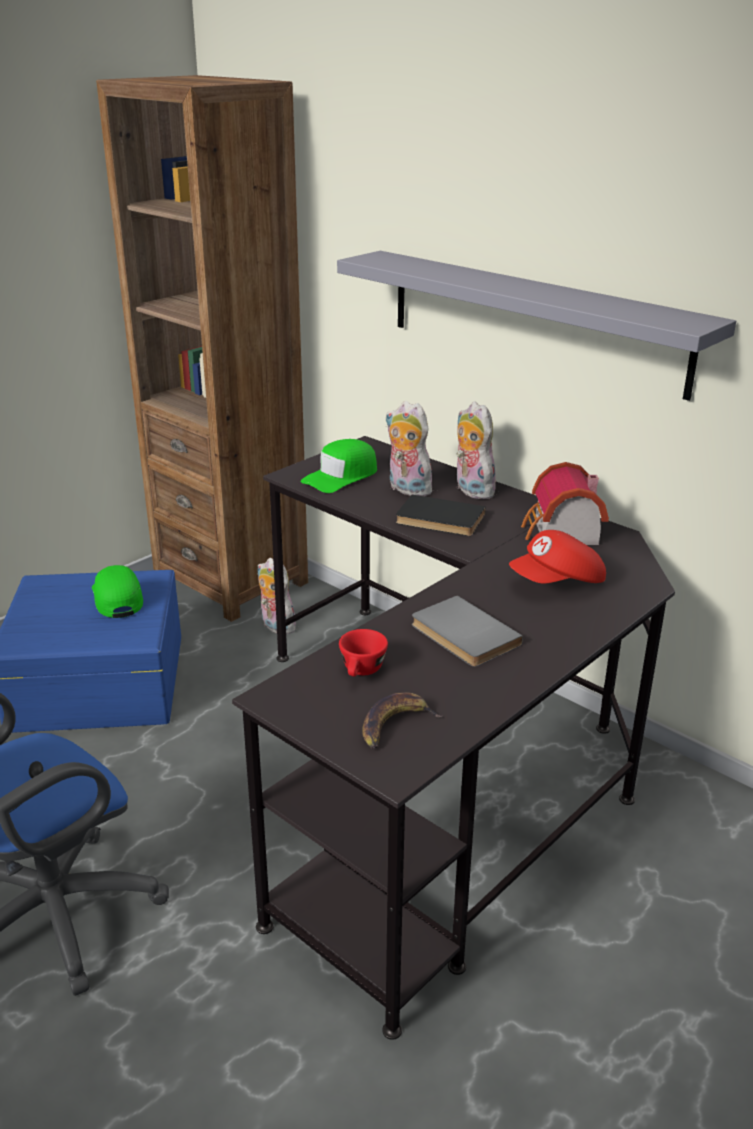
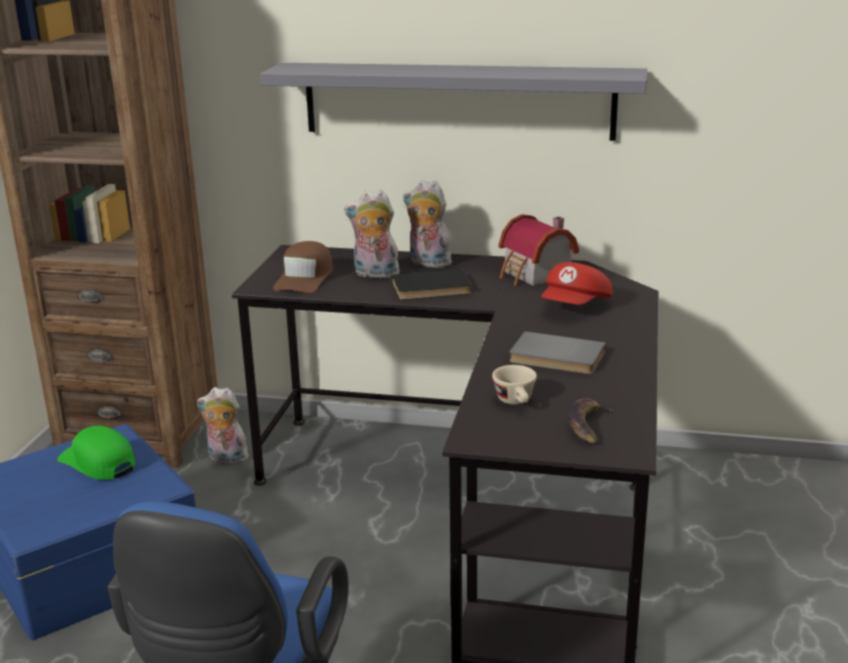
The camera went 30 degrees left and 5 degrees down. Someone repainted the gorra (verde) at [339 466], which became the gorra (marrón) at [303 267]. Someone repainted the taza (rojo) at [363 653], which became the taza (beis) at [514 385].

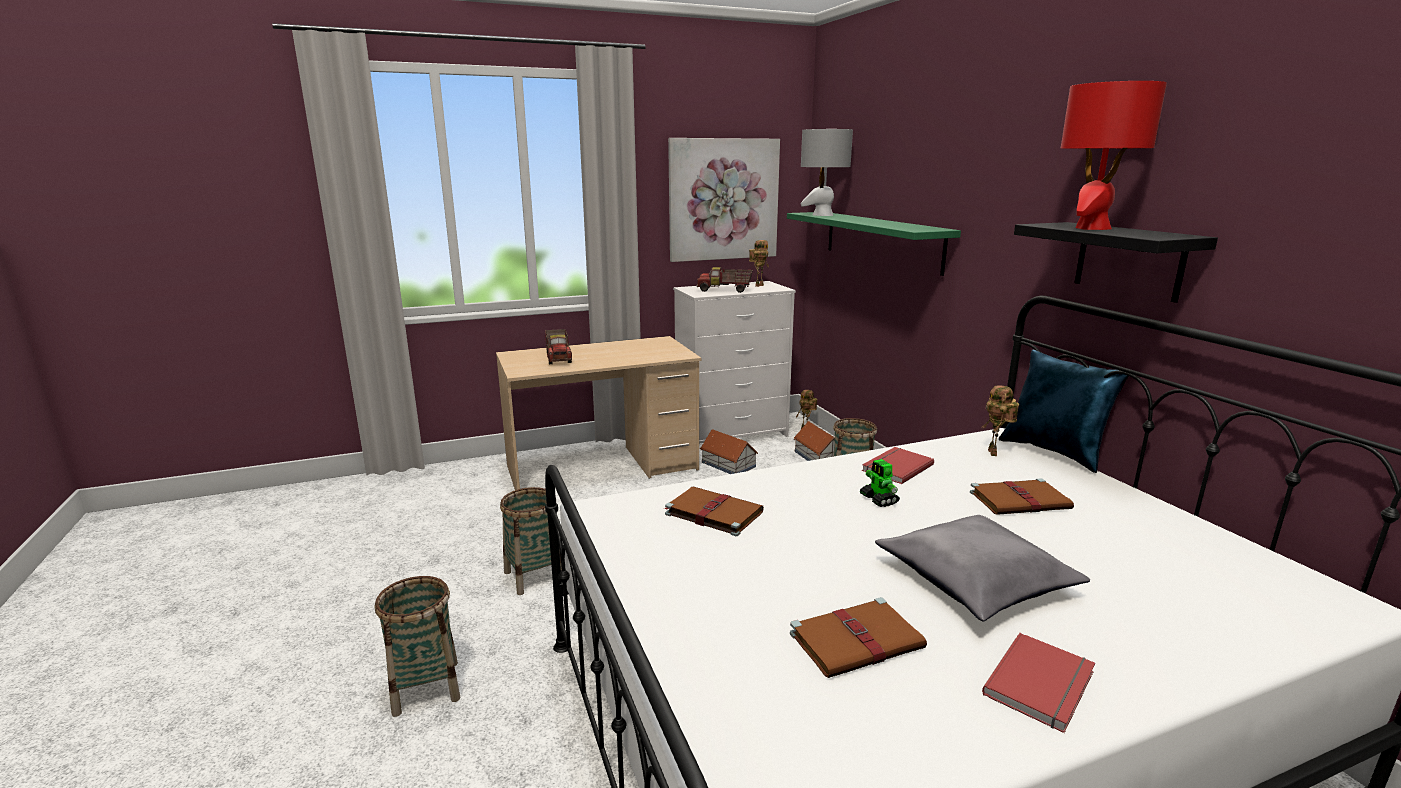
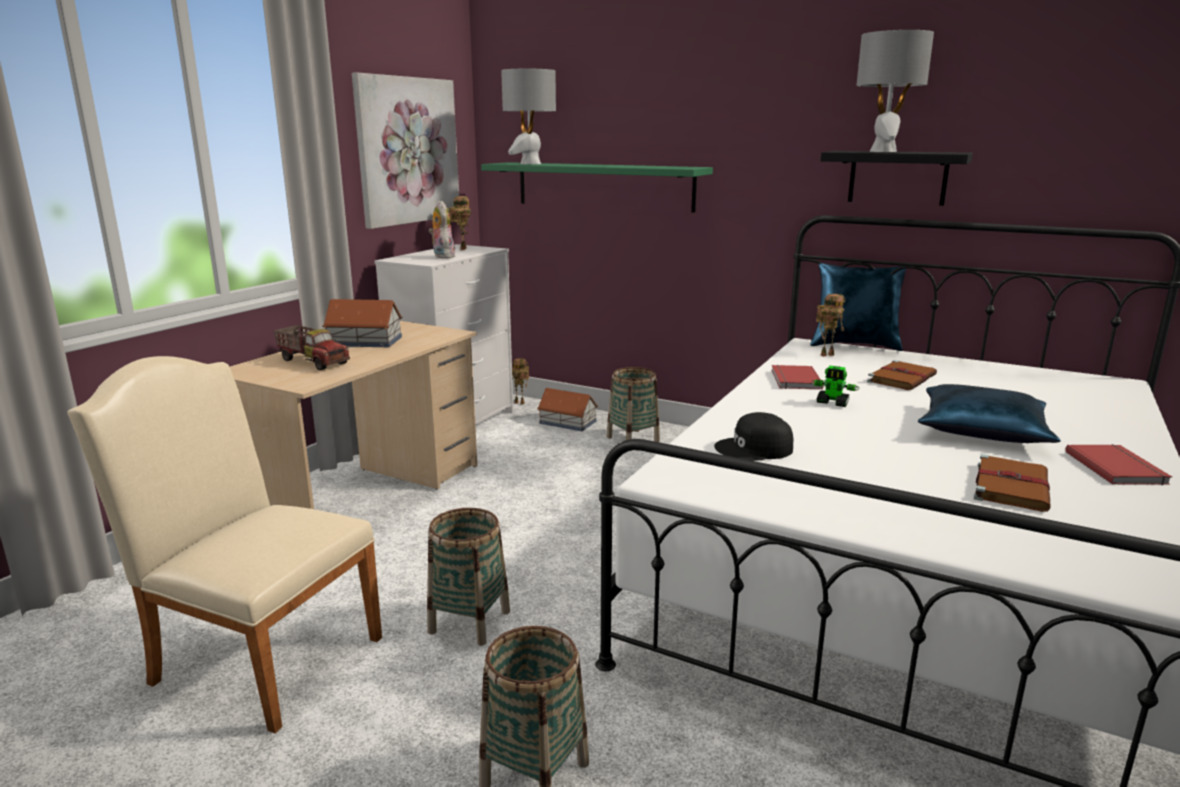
The camera went 40 degrees left and 0 degrees up. Someone swapped the libro (marrón) at [714 511] for the gorra (negro) at [753 436]. Someone swapped the camión de juguete at [725 280] for the peluche at [442 229]. Someone carried the casita from [729 451] to [362 323]. Someone repainted the cojín (gris) at [982 568], which became the cojín (azul) at [989 413]. Someone rotated the robot de juguete at [1000 420] by 75 degrees counterclockwise. Someone repainted the lámpara de mesa (rojo) at [1114 155], which became the lámpara de mesa (gris) at [895 91]. Someone put down the silla (beis) at [224 544].

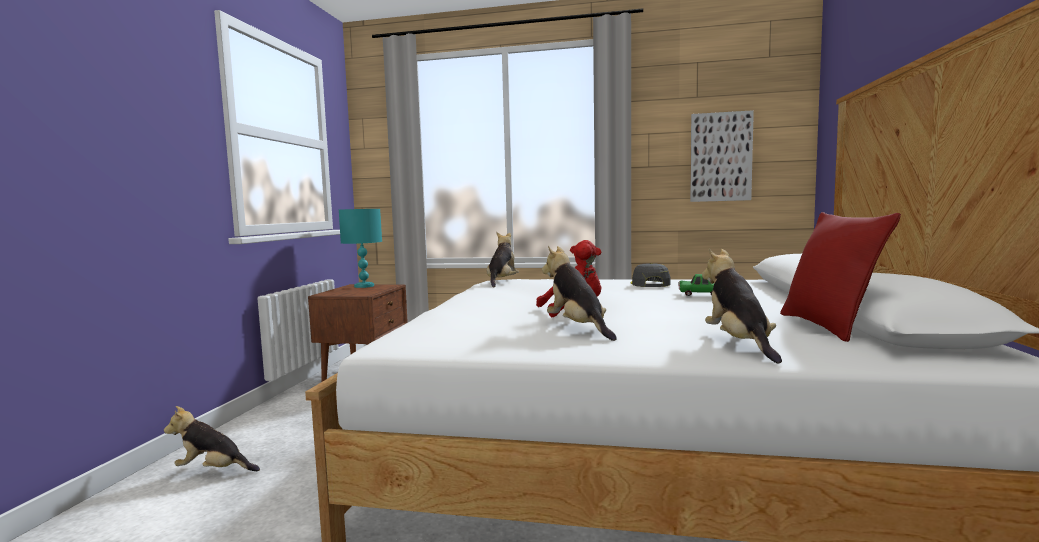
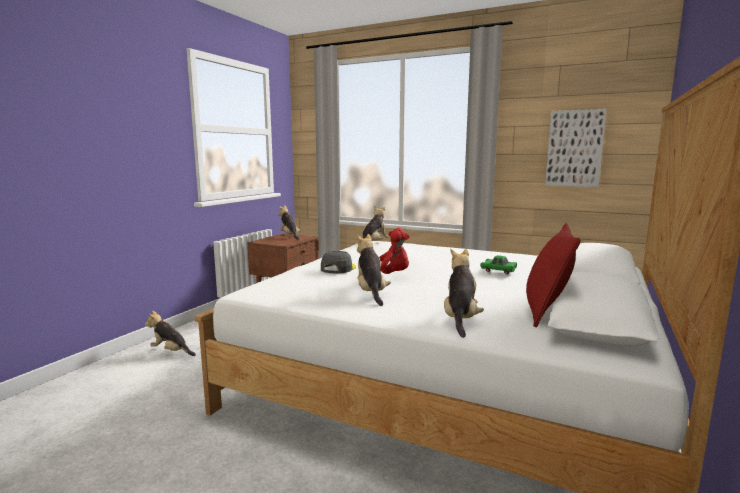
The camera went 15 degrees right and 5 degrees up. Someone swapped the lámpara de mesa (turquesa) at [360 248] for the peluche at [289 222]. Someone carried the gorra (gris) from [650 275] to [338 262].

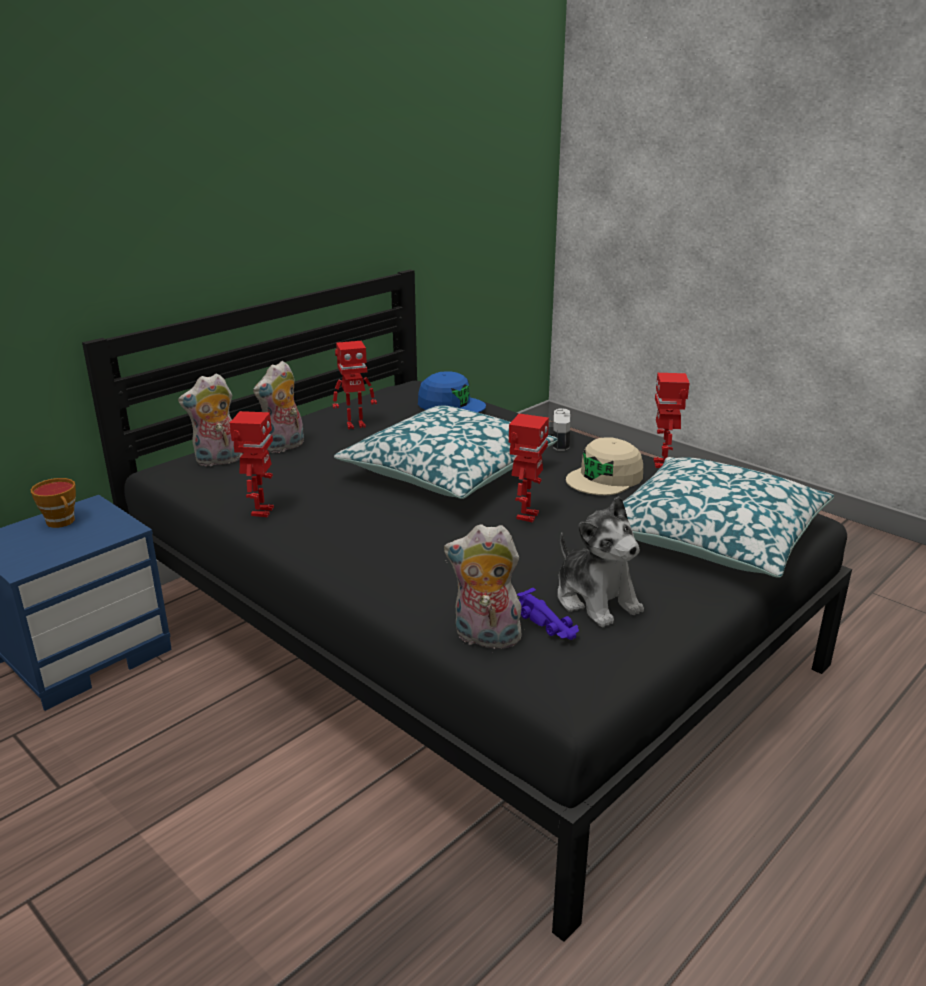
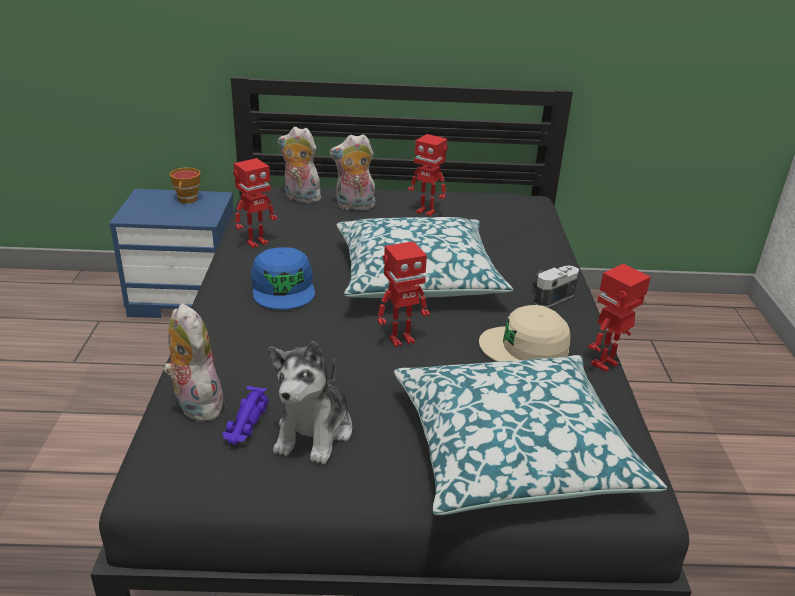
The camera went 45 degrees right and 5 degrees up. Someone carried the gorra (azul) from [452 392] to [283 278].

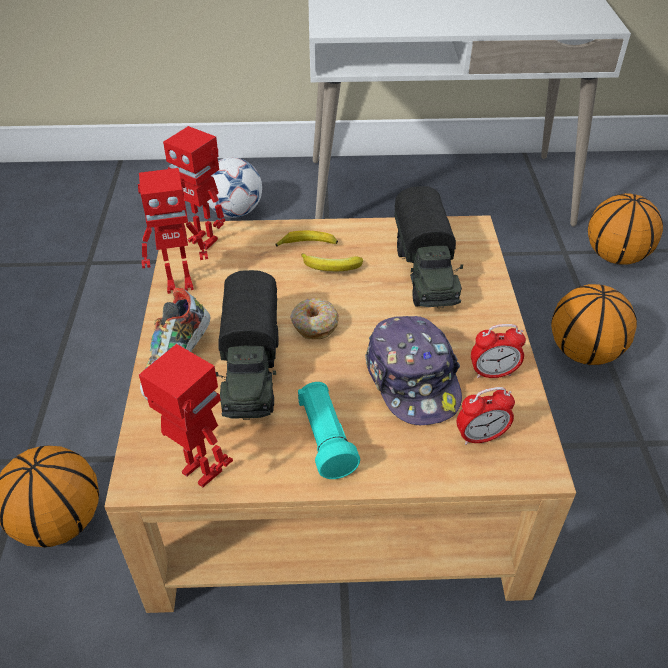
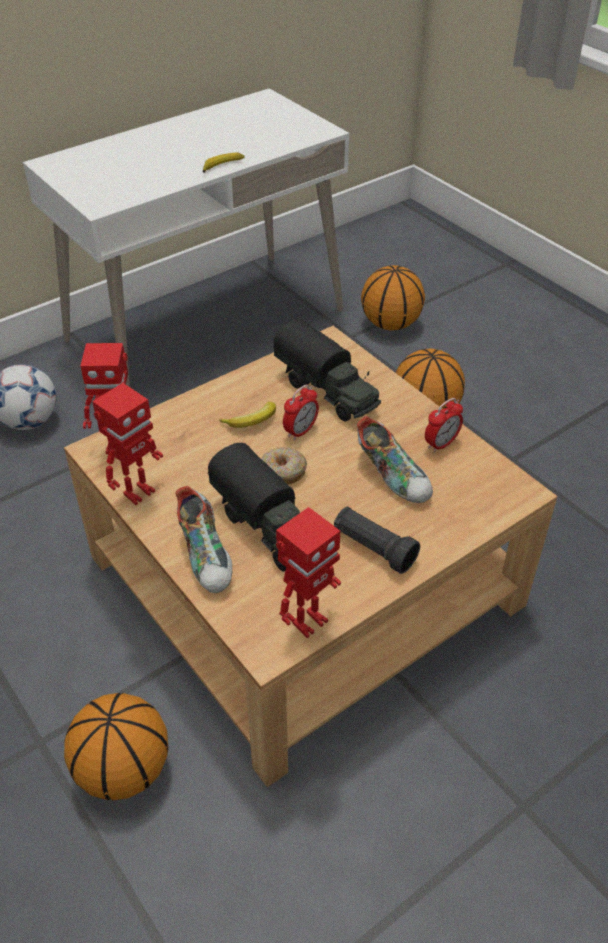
The camera went 35 degrees left and 0 degrees up. Someone rotated the robot de juguete at [186 415] by 135 degrees clockwise. Someone carried the plátano from [306 239] to [224 162]. Someone repainted the linterna (turquesa) at [329 430], which became the linterna (negro) at [377 540]. Someone swapped the gorra at [413 370] for the zapato at [395 459]. Someone carried the despertador from [486 416] to [301 412].

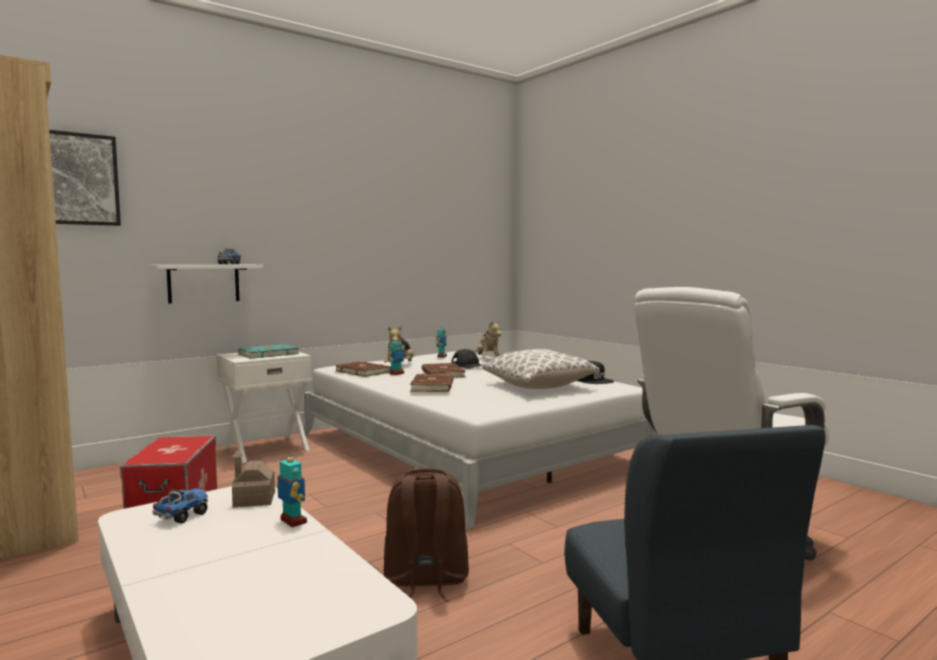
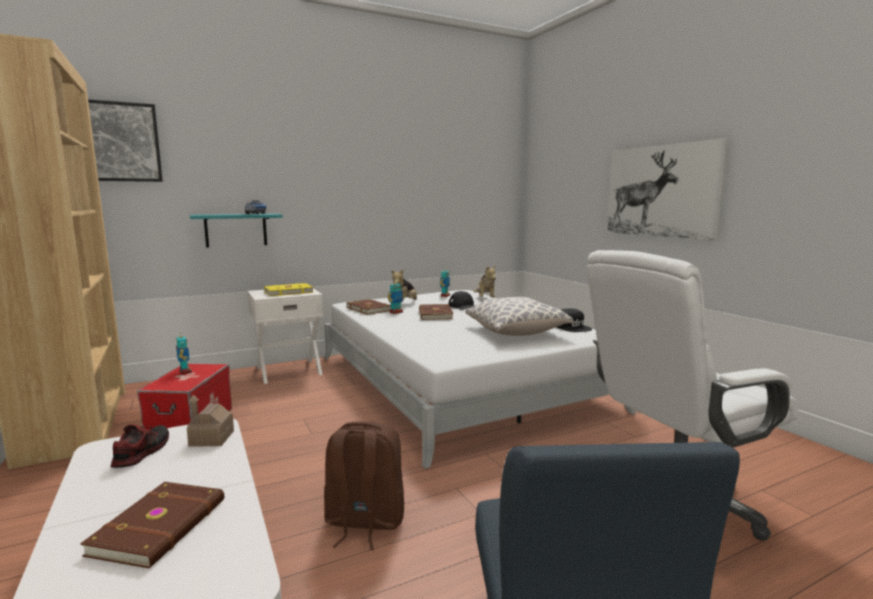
The camera went 10 degrees right and 5 degrees up. Someone repainted the estante (blanco) at [206 284], which became the estante (turquesa) at [236 231]. Someone swapped the camión de juguete at [180 506] for the zapato at [140 446]. Someone repainted the libro (turquesa) at [268 351], which became the libro (amarillo) at [289 289]. Someone carried the robot de juguete from [291 489] to [184 353]. Someone carried the libro (marrón) from [432 383] to [152 525]. Someone put up the cuadro at [668 189].

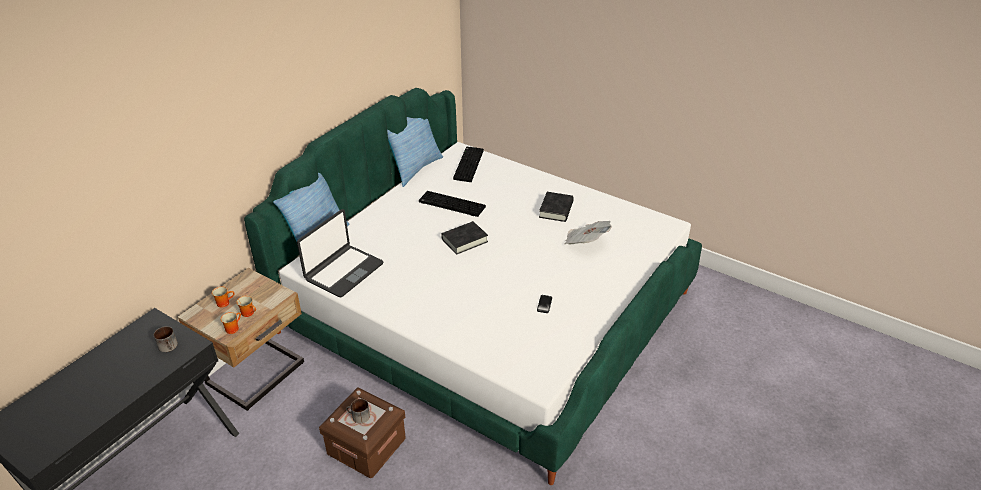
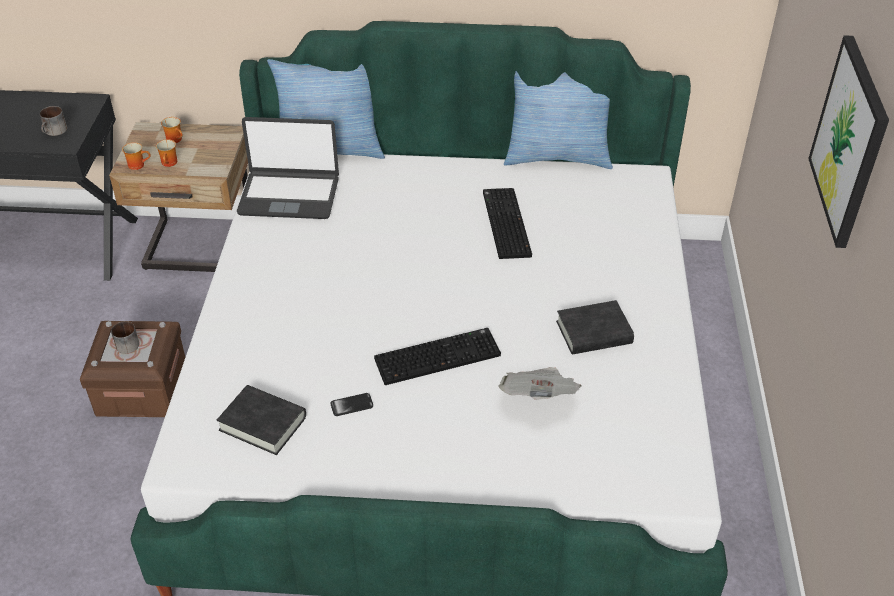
The camera went 60 degrees right and 5 degrees up. Someone carried the libro (negro) from [464 237] to [261 420]. Someone carried the teclado from [468 164] to [437 356]. Someone put up the cuadro at [848 141].

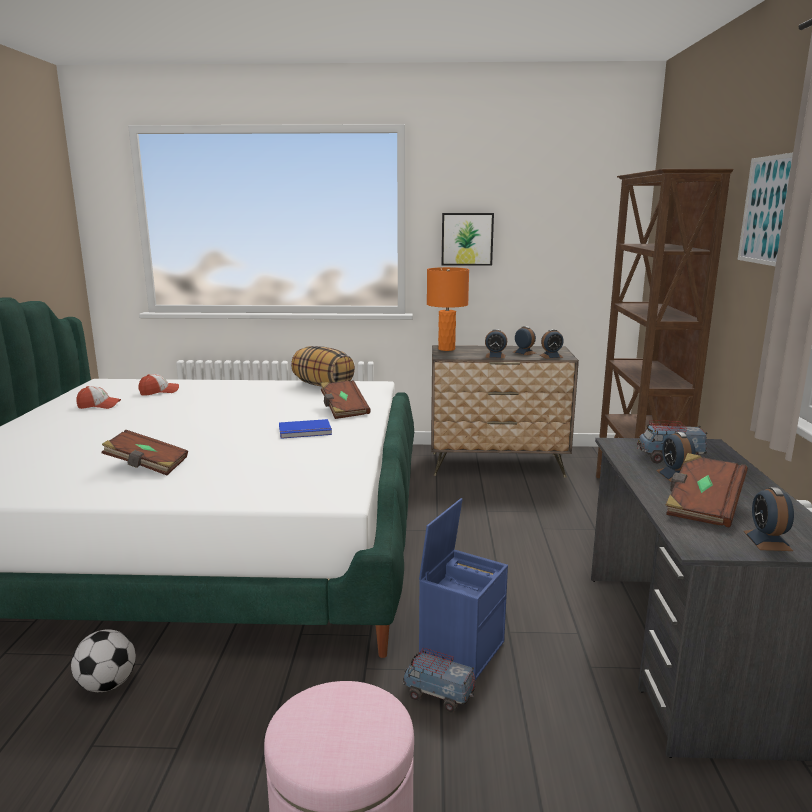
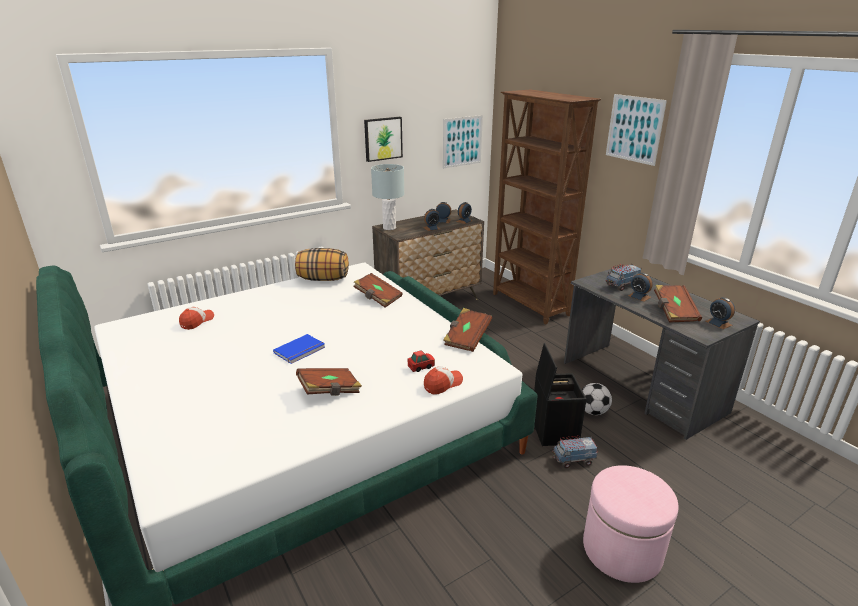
The camera went 35 degrees left and 10 degrees up. Someone carried the balón de fútbol from [103 660] to [597 399]. Someone carried the gorra from [98 397] to [443 380]. Someone carried the libro (azul) from [305 429] to [299 349]. Someone repainted the caja de almacenaje (azul) at [463 589], which became the caja de almacenaje (negro) at [560 394]. Someone repainted the lámpara de mesa (naranja) at [448 309], which became the lámpara de mesa (gris) at [387 197]. Someone put down the coche de juguete at [421 361]. Someone put up the cuadro at [463 141]. Someone put down the libro (marrón) at [467 330].

